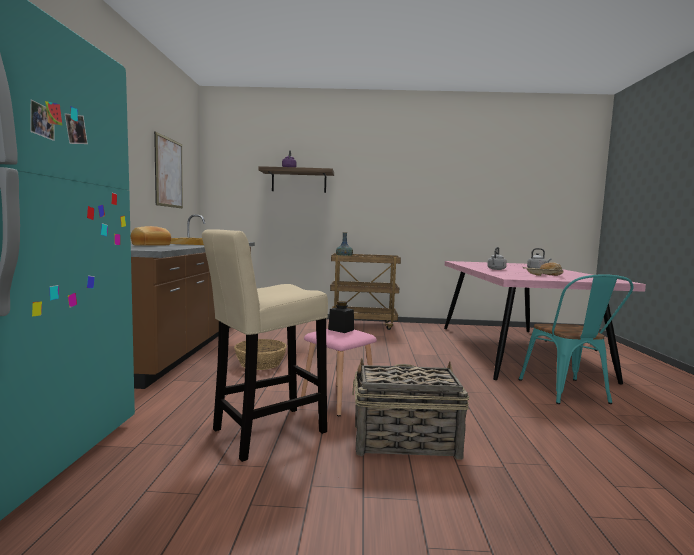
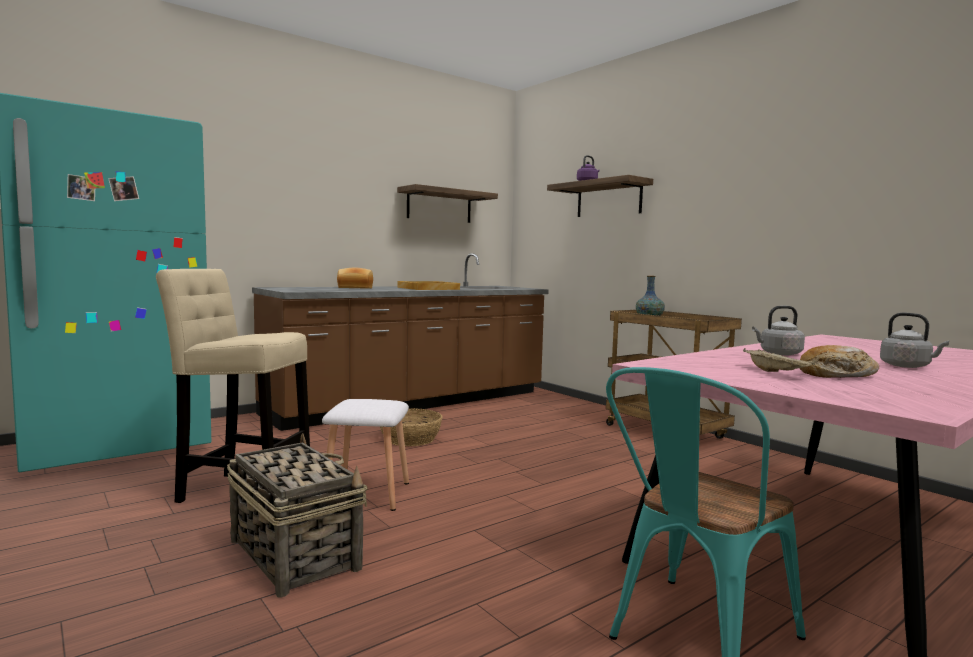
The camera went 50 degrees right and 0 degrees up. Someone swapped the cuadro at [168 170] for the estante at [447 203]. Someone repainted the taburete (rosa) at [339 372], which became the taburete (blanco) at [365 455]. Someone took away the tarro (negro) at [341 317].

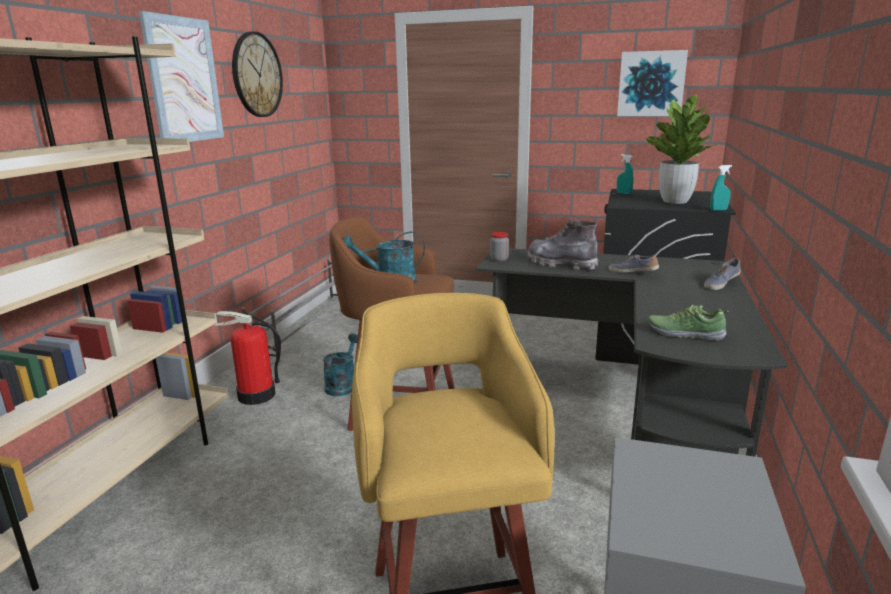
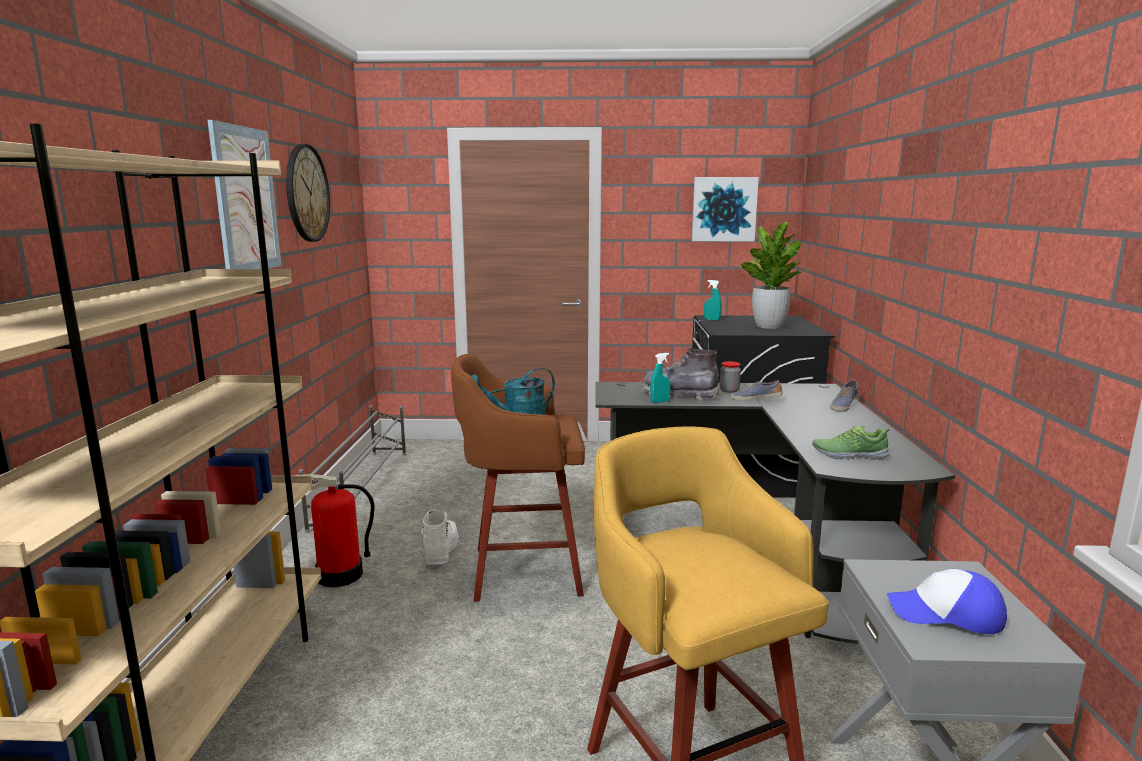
The camera went 15 degrees left and 5 degrees down. Someone swapped the regadera (turquesa) at [340 364] for the bota (blanco) at [440 537]. Someone carried the tarro from [499 247] to [730 377]. Someone carried the pulverizador (turquesa) from [721 188] to [660 378]. Someone put down the gorra at [947 601].

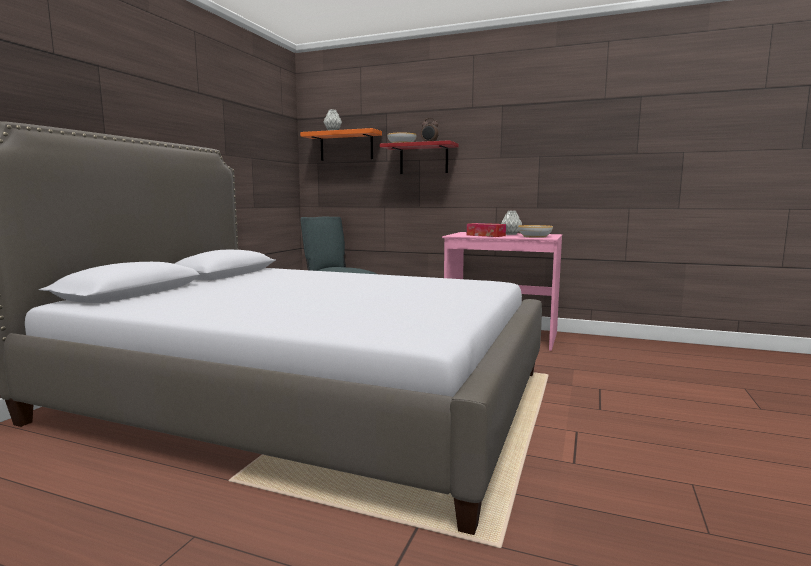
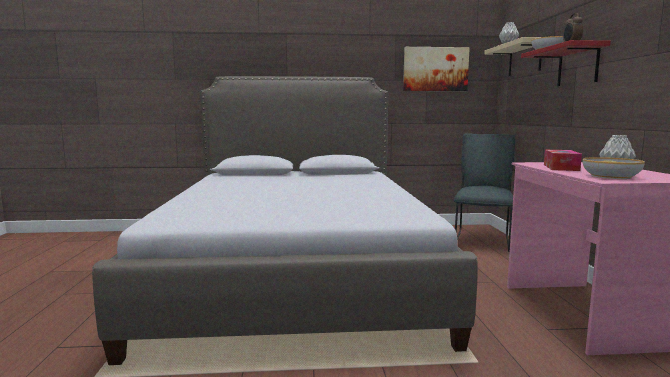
The camera went 65 degrees right and 0 degrees up. Someone repainted the estante (naranja) at [341 144], which became the estante (beis) at [513 56]. Someone put up the cuadro at [436 69].

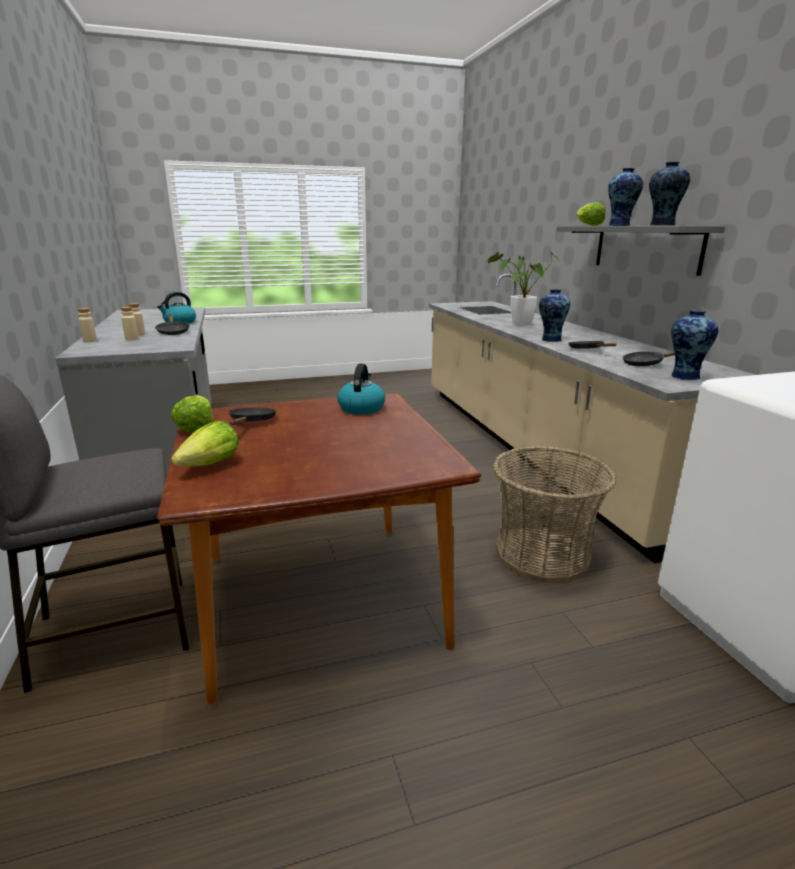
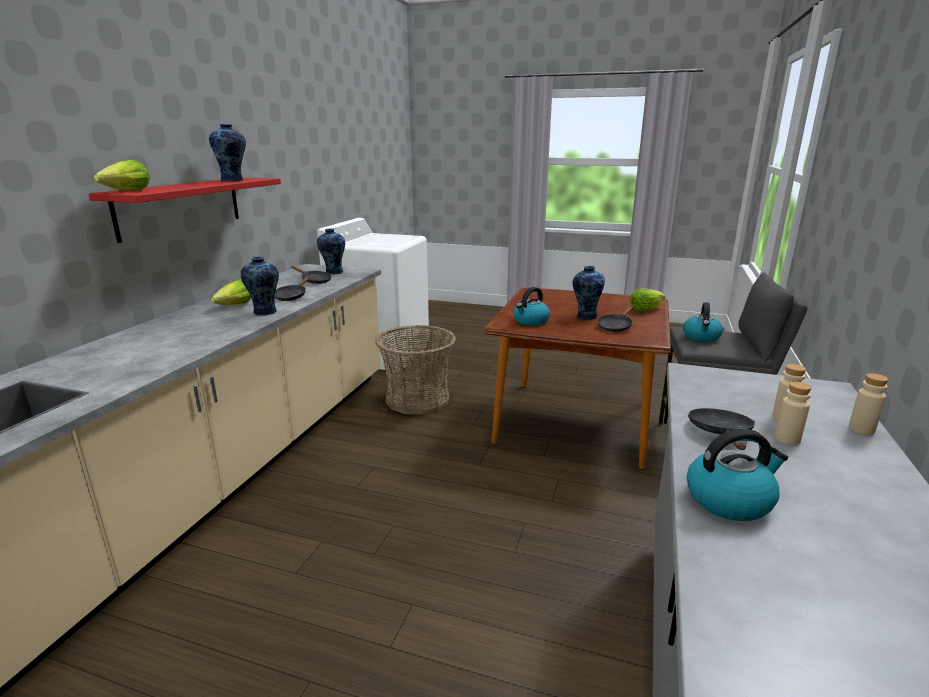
The camera went 145 degrees left and 0 degrees up. Someone carried the lechuga from [192 414] to [231 292]. Someone took away the planta en maceta at [523 289]. Someone repainted the estante (gris) at [641 251], which became the estante (rojo) at [185 210]. Someone carried the florero from [625 197] to [589 293]. Someone put down the hervidor at [703 322].

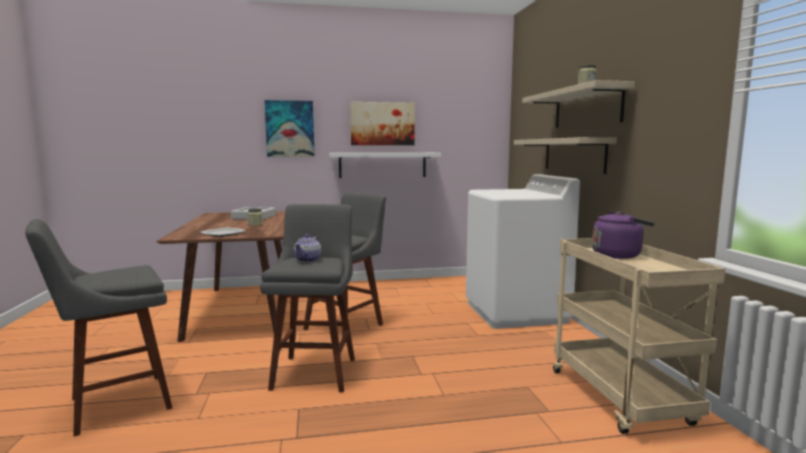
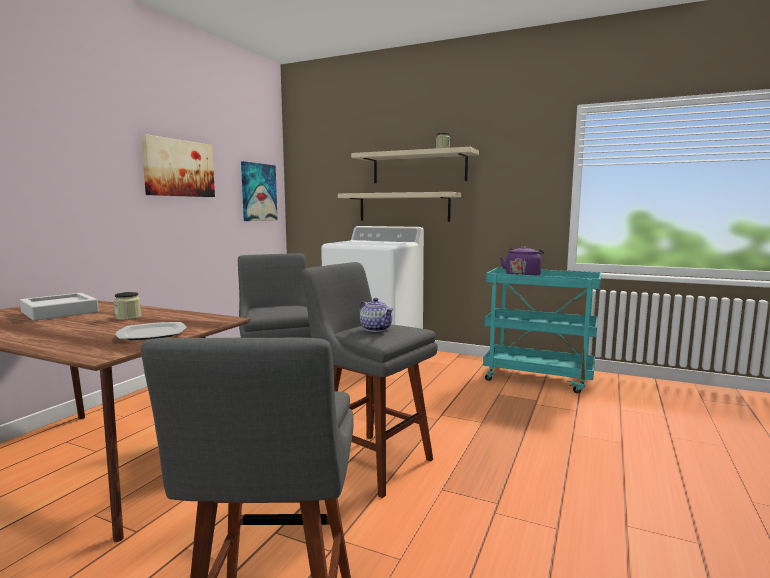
The camera went 55 degrees left and 0 degrees up. Someone carried the cuadro from [289 128] to [259 191]. Someone took away the estante (blanco) at [385 165]. Someone repainted the carrito (beis) at [639 336], which became the carrito (turquesa) at [542 330].

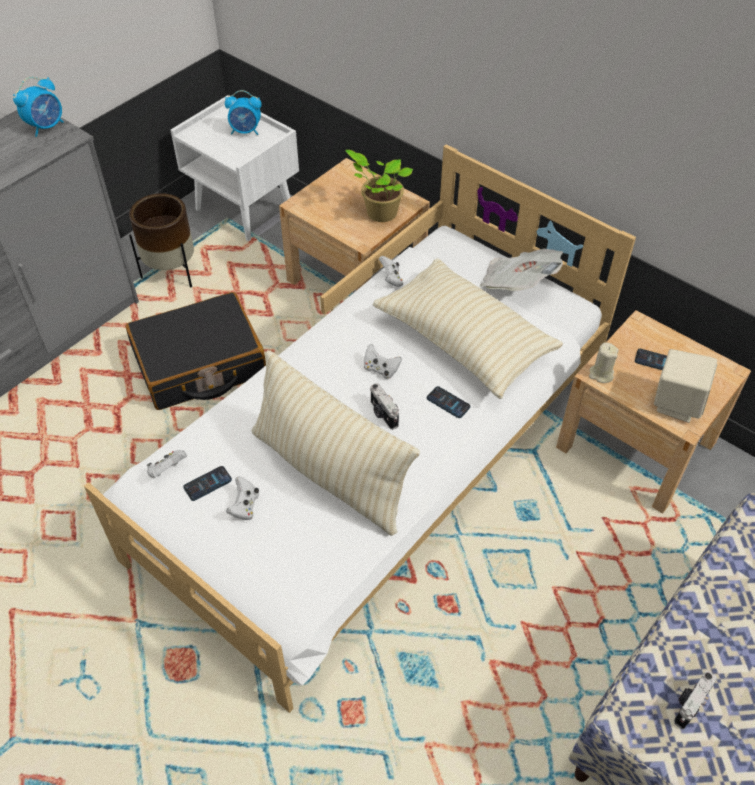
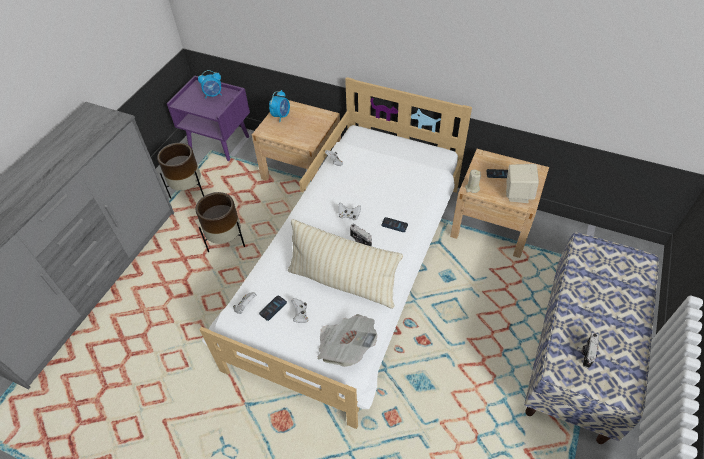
The camera went 15 degrees left and 0 degrees up. Someone carried the despertador from [38 107] to [279 106]. Someone swapped the maleta (negro) at [196 351] for the maceta (marrón) at [220 222]. Someone repainted the mesita de noche (blanco) at [234 168], which became the mesita de noche (morado) at [208 118]. Someone took away the planta en maceta at [379 186]. Someone took away the cojín (beis) at [468 328]. Someone carried the periódico from [521 269] to [347 340].

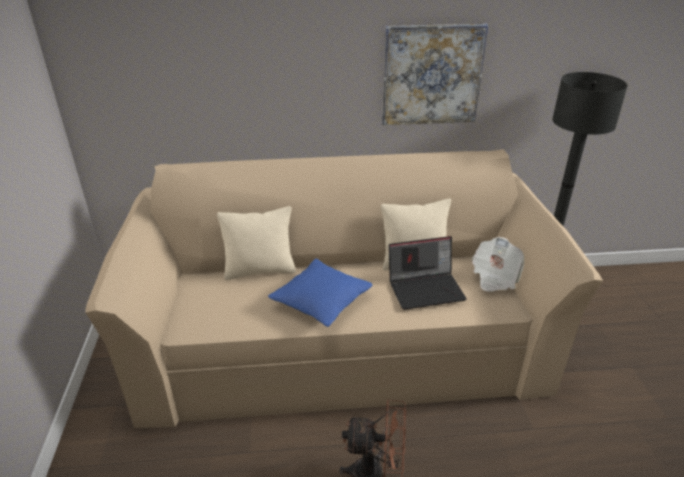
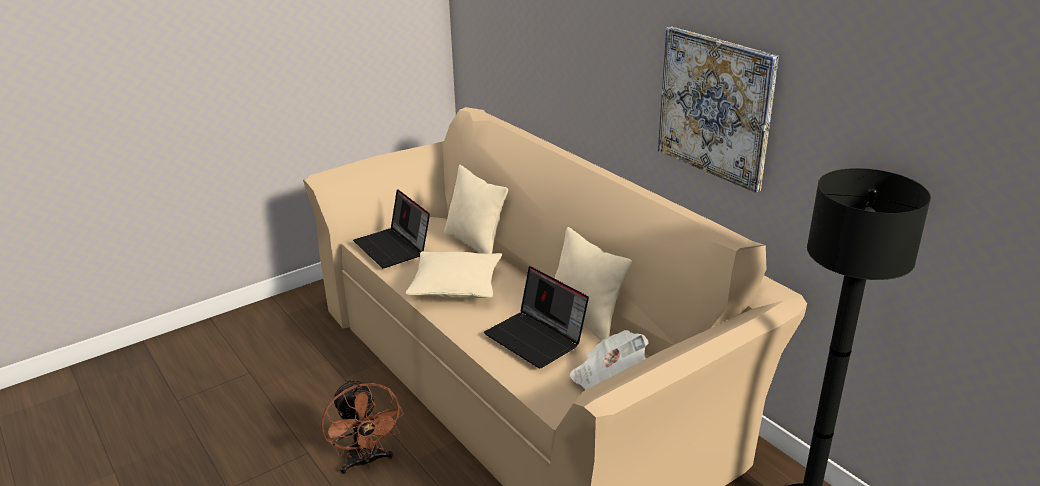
The camera went 60 degrees right and 5 degrees down. Someone repainted the cojín (azul) at [320 293], which became the cojín (beis) at [454 275]. Someone put down the portátil at [391 228].

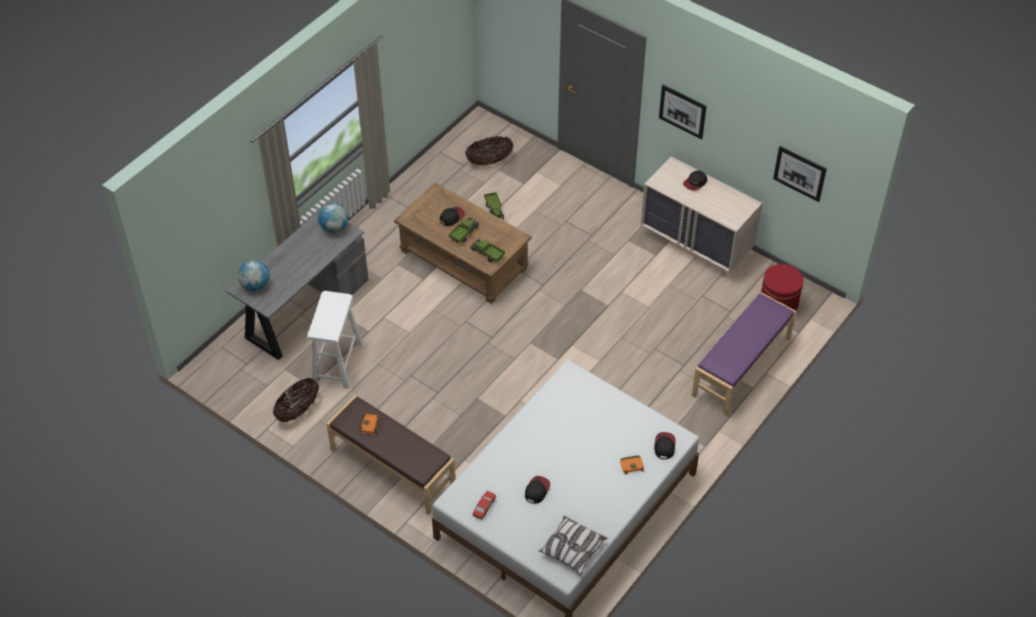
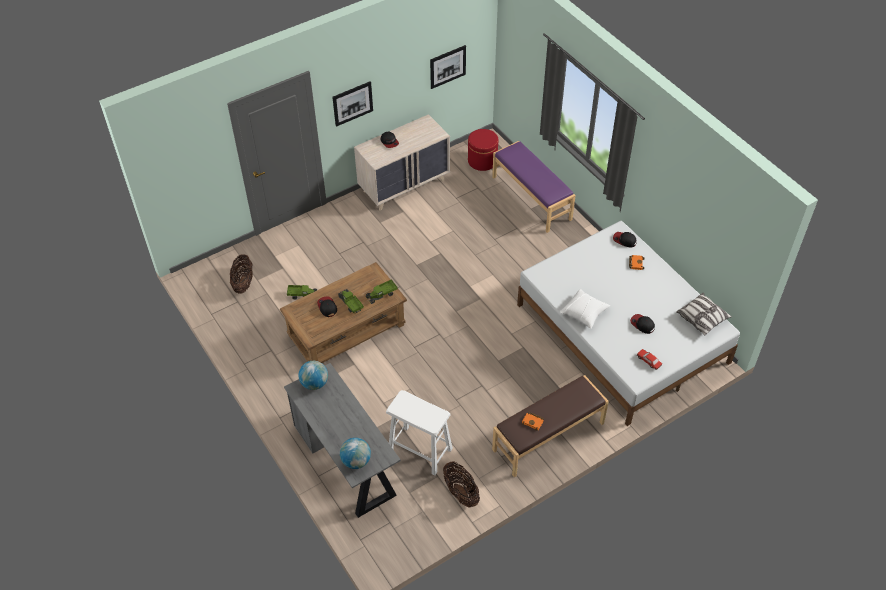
The camera went 70 degrees left and 0 degrees up. Someone put down the cojín (blanco) at [585 309].

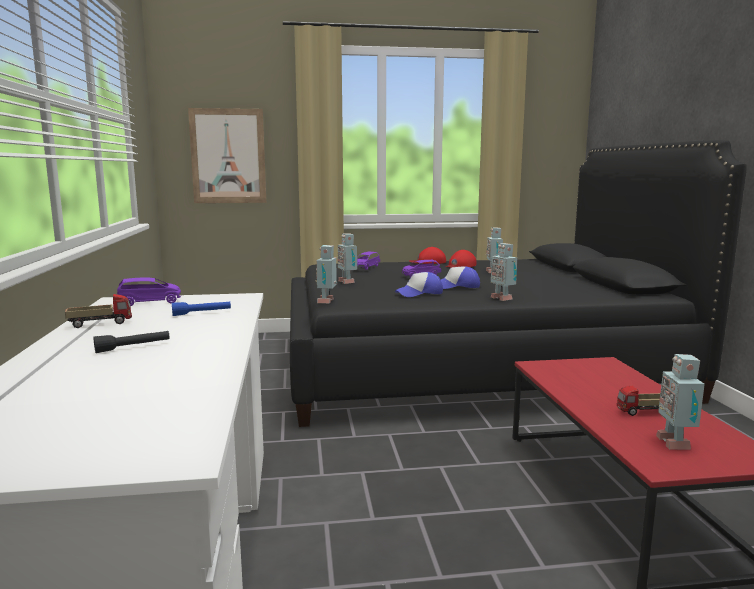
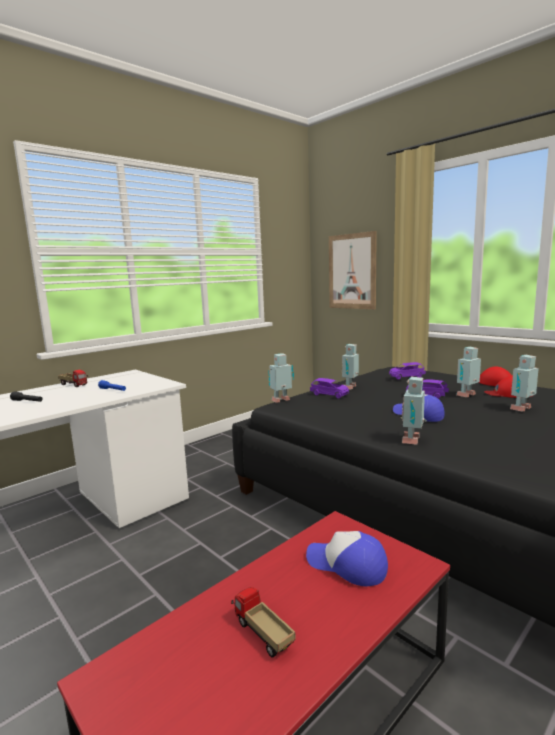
The camera went 55 degrees right and 0 degrees up. Someone carried the coche de juguete (morado) from [149 291] to [329 388]. Someone carried the gorra from [419 284] to [347 558]. Someone carried the robot de juguete from [680 402] to [468 372].

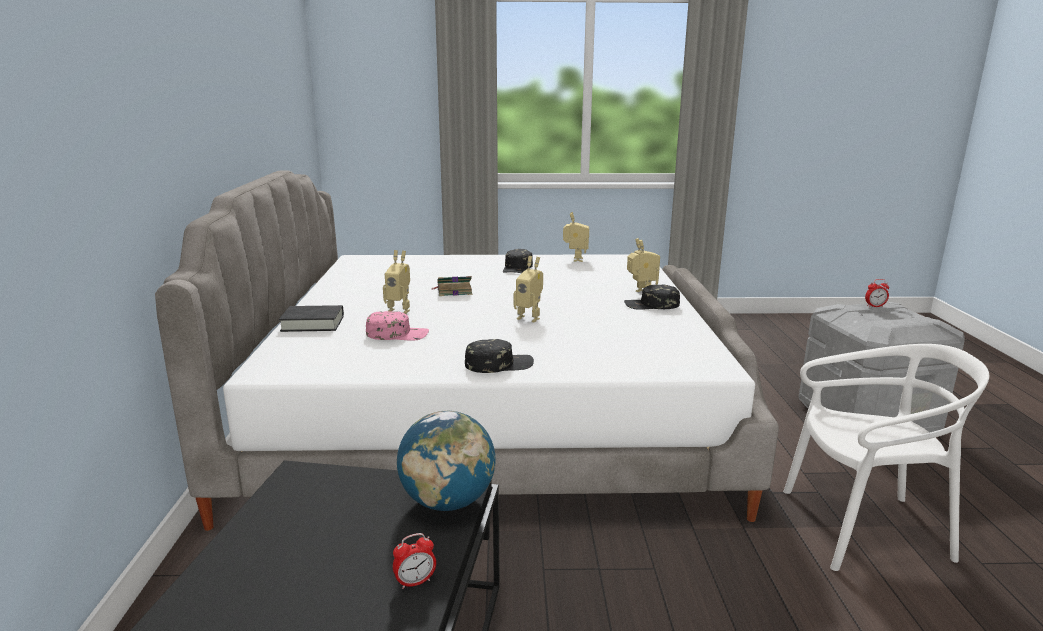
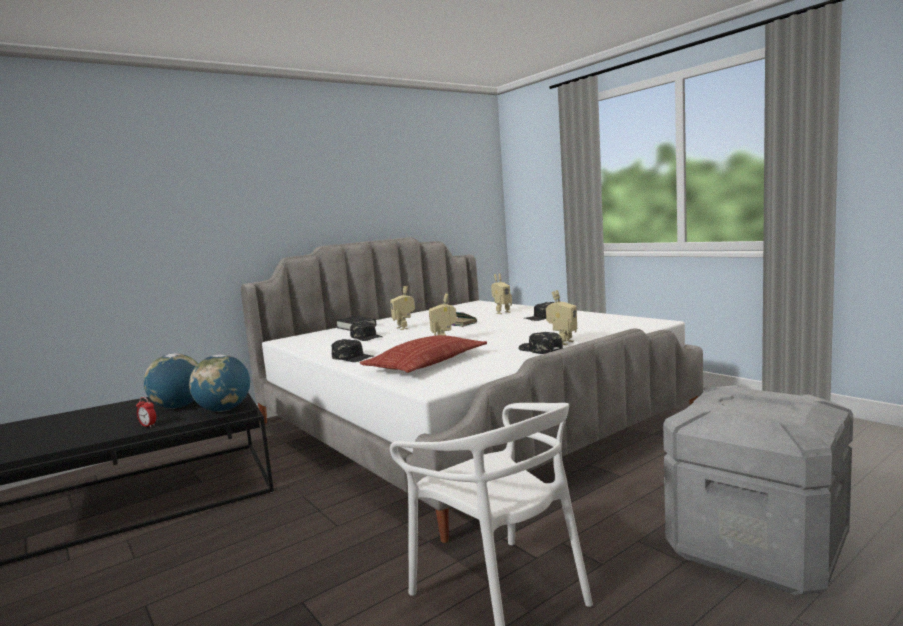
The camera went 55 degrees right and 10 degrees down. Someone repainted the gorra (rosa) at [397 325], which became the gorra (negro) at [366 331]. Someone carried the robot de juguete from [576 237] to [501 293]. Someone took away the despertador at [877 293]. Someone put down the globo terráqueo at [171 380]. Someone put down the cojín at [423 354].

